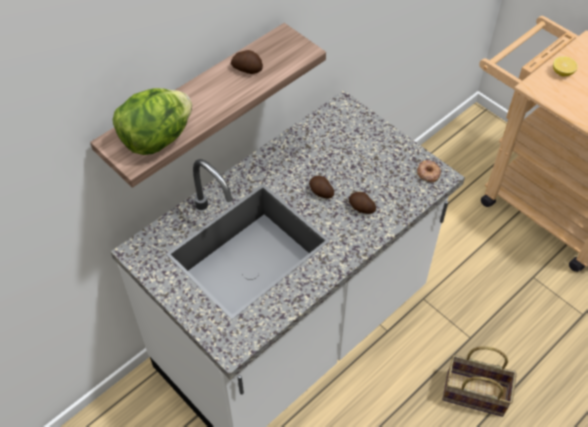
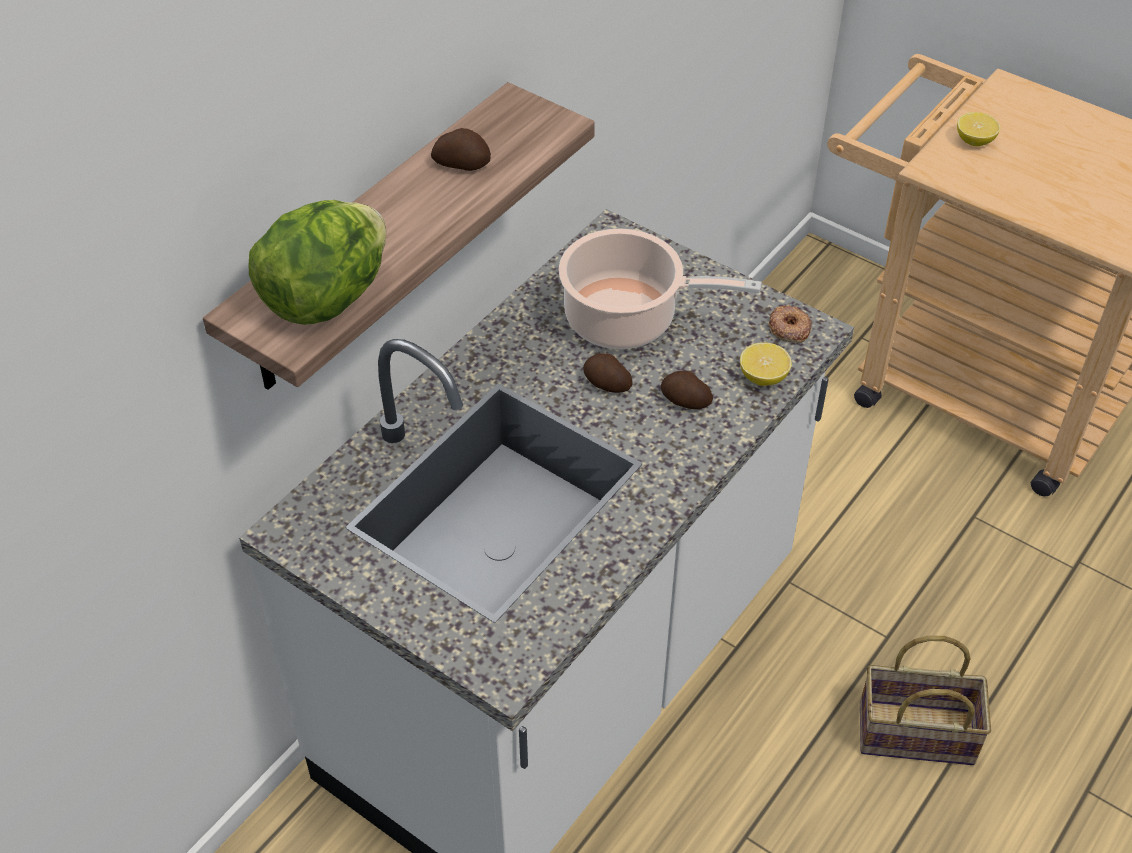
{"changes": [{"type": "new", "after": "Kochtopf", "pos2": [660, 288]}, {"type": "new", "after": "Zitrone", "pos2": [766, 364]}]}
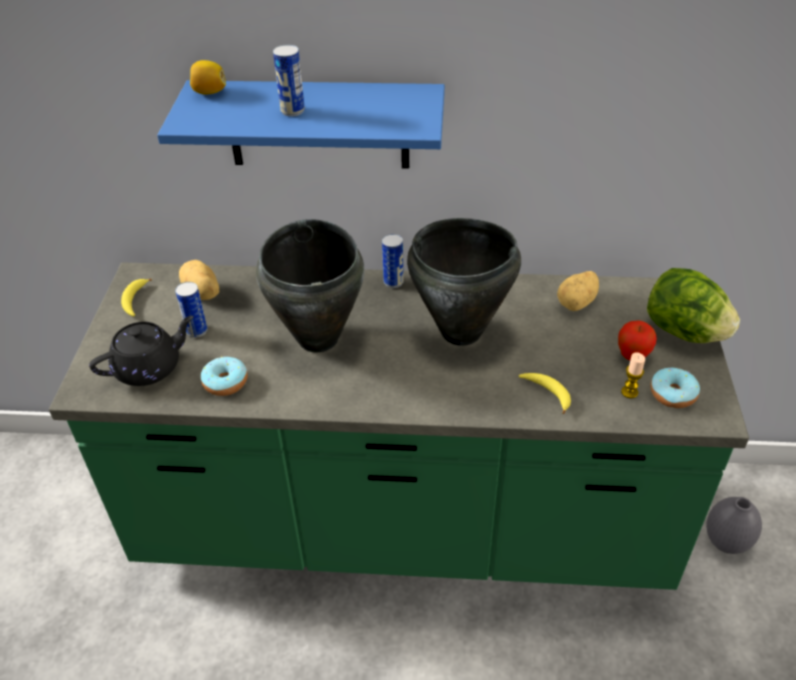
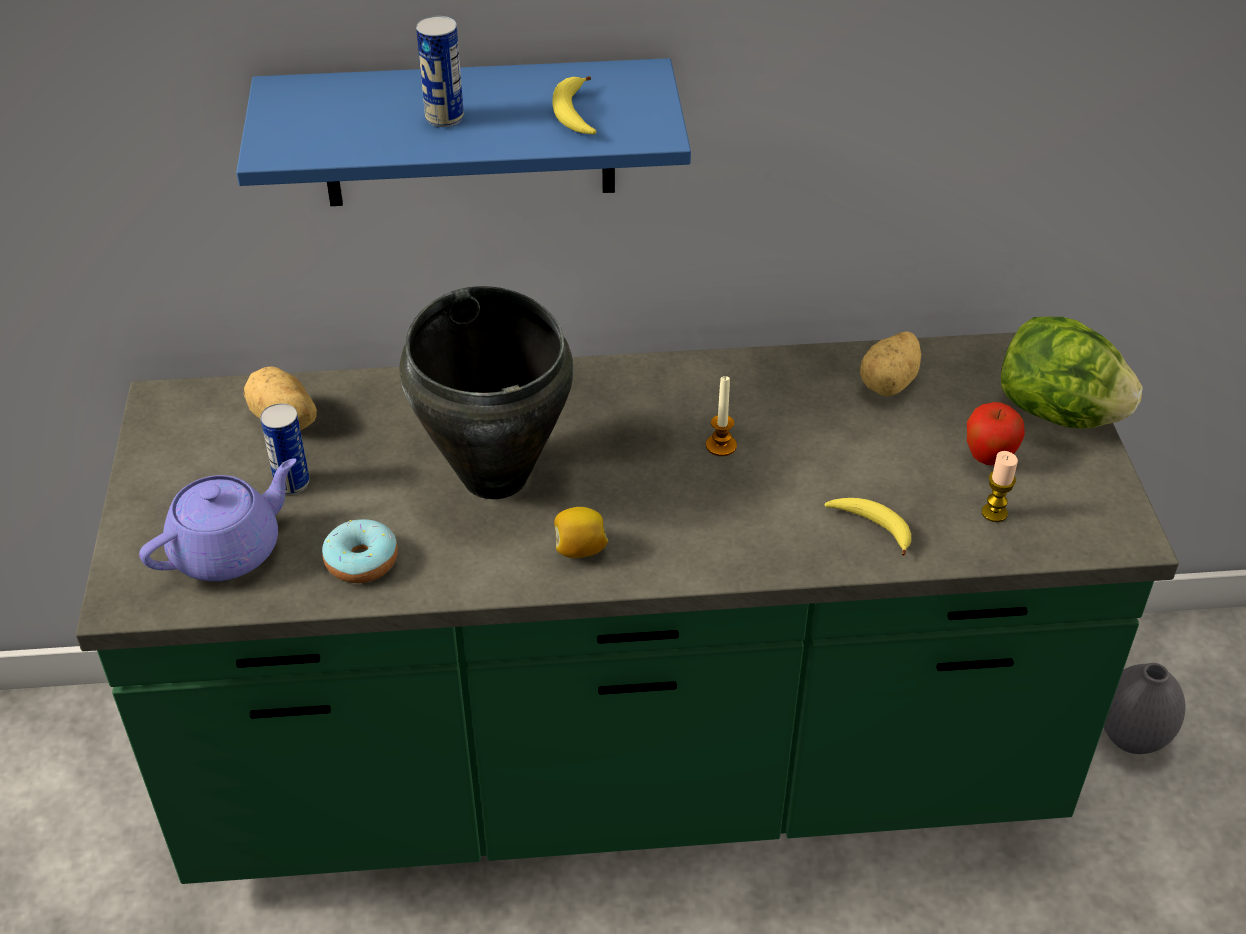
{"changes": [{"type": "shifted", "before": "Zitrone", "pos1": [208, 77], "pos2": [581, 532]}, {"type": "swapped", "before": "Kochtopf (schwarz)", "after": "Kerze", "pos1": [464, 282], "pos2": [721, 415]}, {"type": "gone", "before": "Dose", "pos1": [393, 261]}, {"type": "shifted", "before": "Banane", "pos1": [136, 297], "pos2": [574, 105]}, {"type": "repainted", "before": "Teekanne (schwarz)", "after": "Teekanne (lila)", "pos1": [141, 351], "pos2": [217, 519]}, {"type": "gone", "before": "Donut", "pos1": [675, 388]}]}
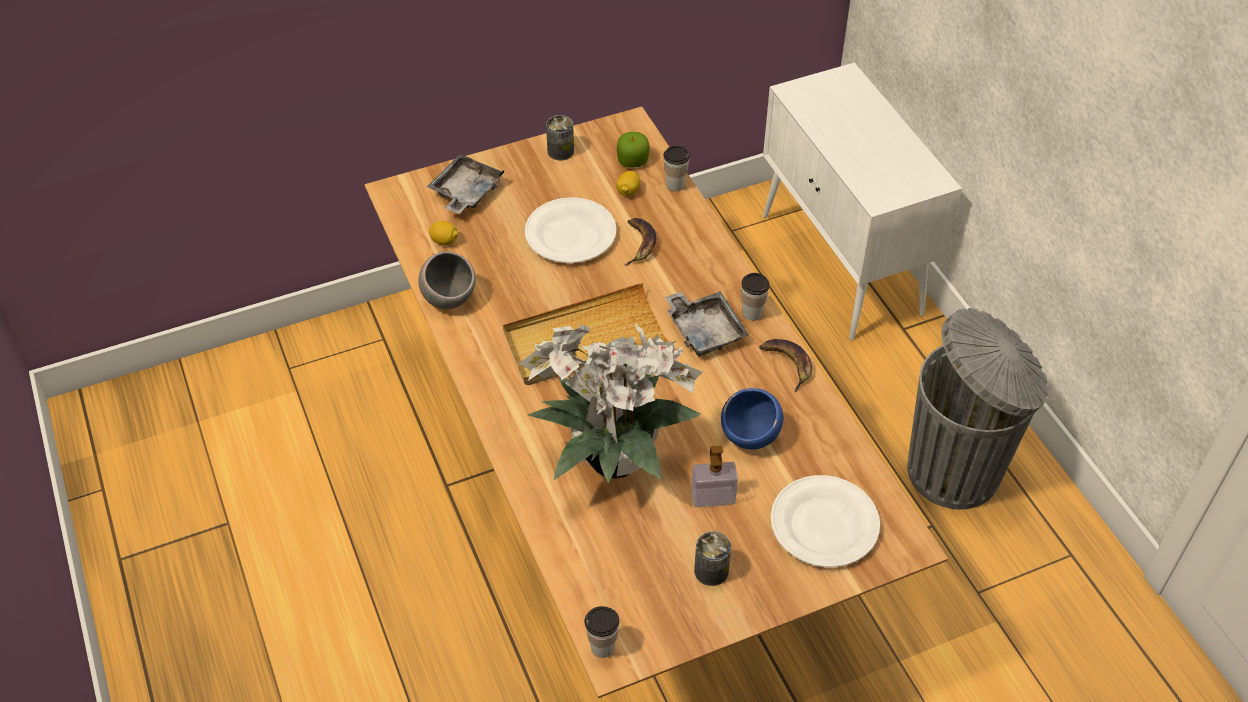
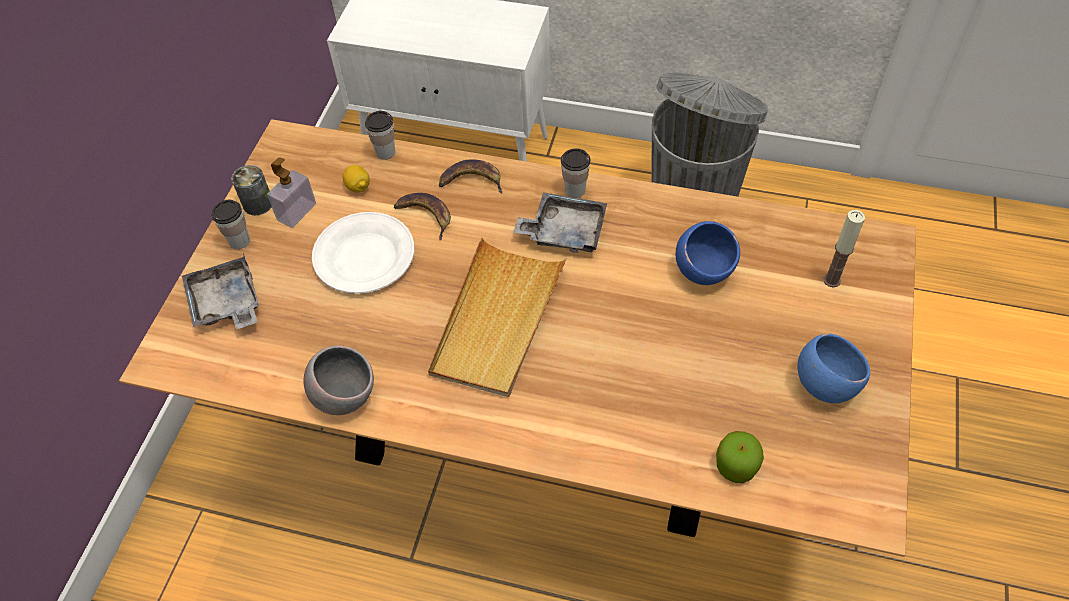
{"changes": [{"type": "shifted", "before": "Apfel", "pos1": [633, 150], "pos2": [740, 457]}, {"type": "gone", "before": "Zitrone", "pos1": [444, 233]}, {"type": "gone", "before": "Topfpflanze", "pos1": [611, 402]}, {"type": "shifted", "before": "Banane", "pos1": [785, 365], "pos2": [470, 176]}, {"type": "shifted", "before": "Seifenspender", "pos1": [714, 476], "pos2": [291, 192]}, {"type": "swapped", "before": "Teller (weiß)", "after": "Kerze", "pos1": [825, 521], "pos2": [844, 248]}, {"type": "swapped", "before": "Dose", "after": "Schüssel (blau)", "pos1": [712, 558], "pos2": [833, 368]}, {"type": "shifted", "before": "Tasse", "pos1": [602, 632], "pos2": [230, 224]}]}
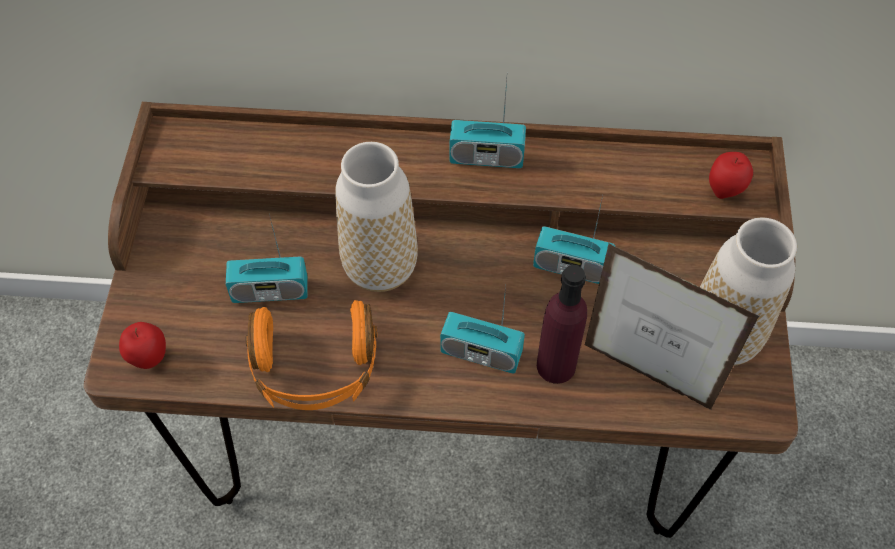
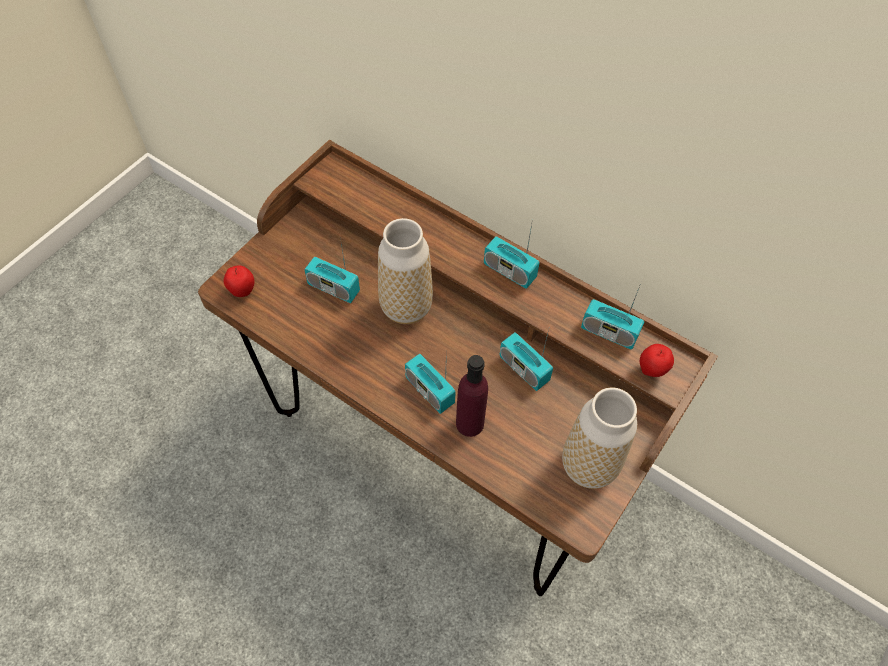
{"changes": [{"type": "gone", "before": "Bilderrahmen", "pos1": [672, 327]}, {"type": "gone", "before": "Kopfhörer (orange)", "pos1": [311, 355]}, {"type": "new", "after": "Radio", "pos2": [612, 315]}]}
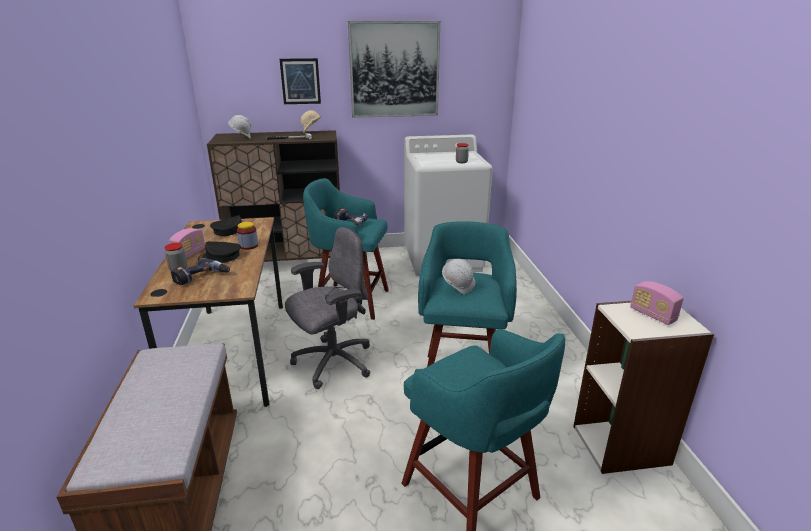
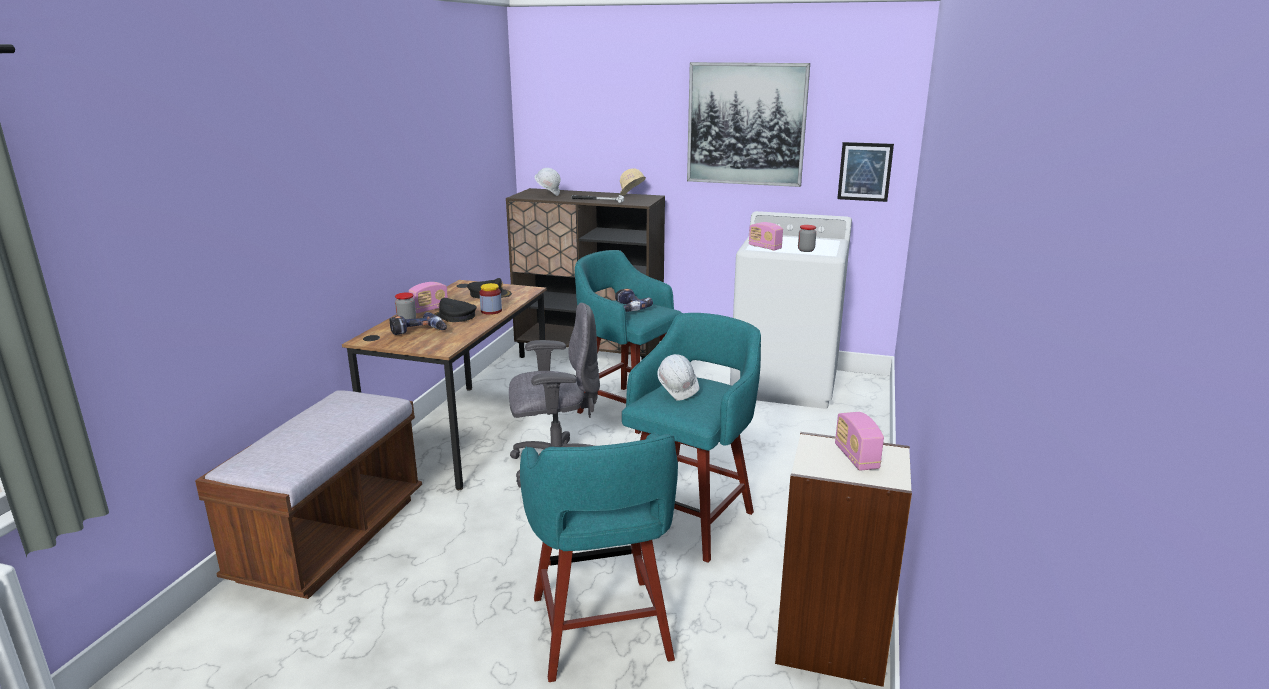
{"changes": [{"type": "shifted", "before": "Bild", "pos1": [300, 81], "pos2": [865, 172]}, {"type": "new", "after": "Radio", "pos2": [766, 236]}]}
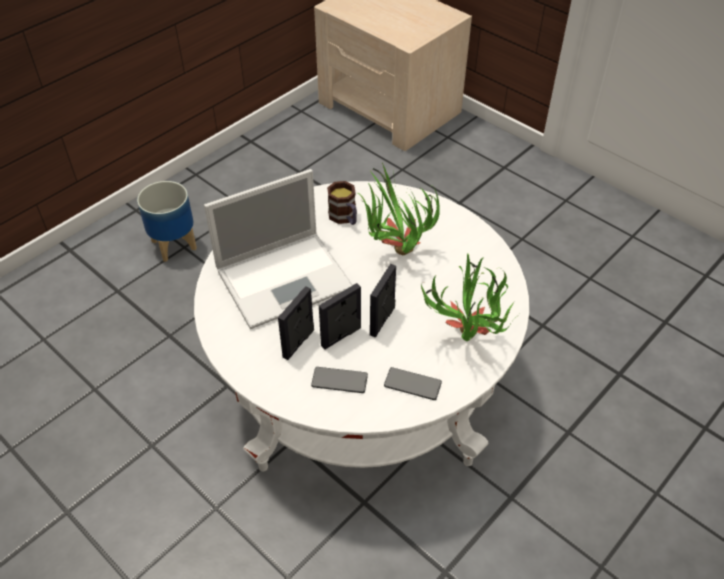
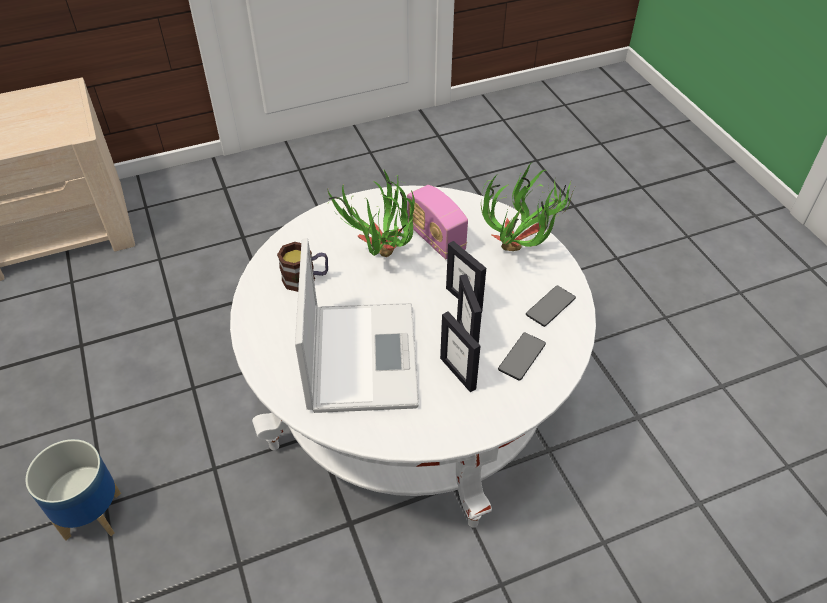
{"changes": [{"type": "new", "after": "Radio", "pos2": [437, 222]}]}
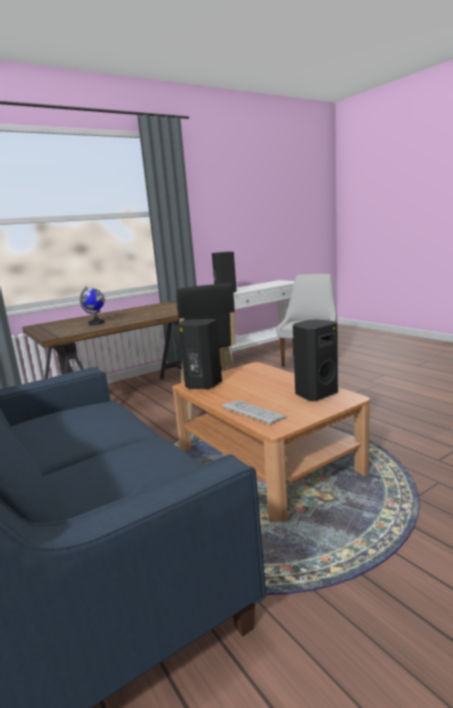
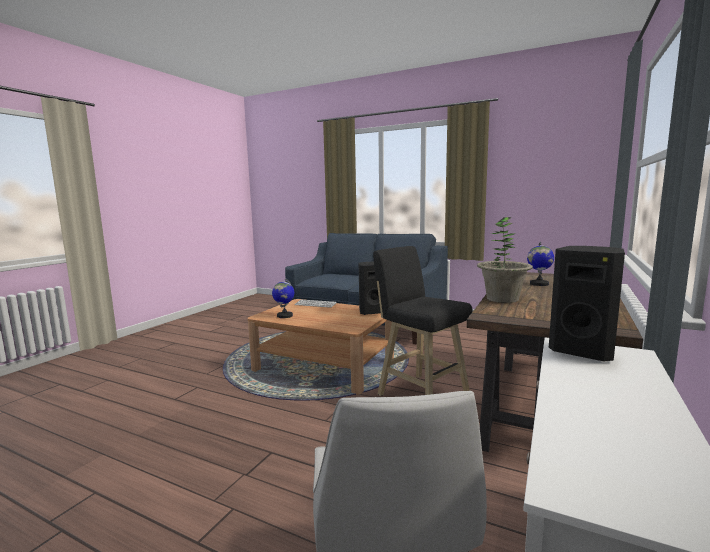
{"changes": [{"type": "swapped", "before": "Lautsprecher (schwarz)", "after": "Globus", "pos1": [315, 360], "pos2": [283, 298]}, {"type": "new", "after": "Topfpflanze", "pos2": [505, 260]}]}
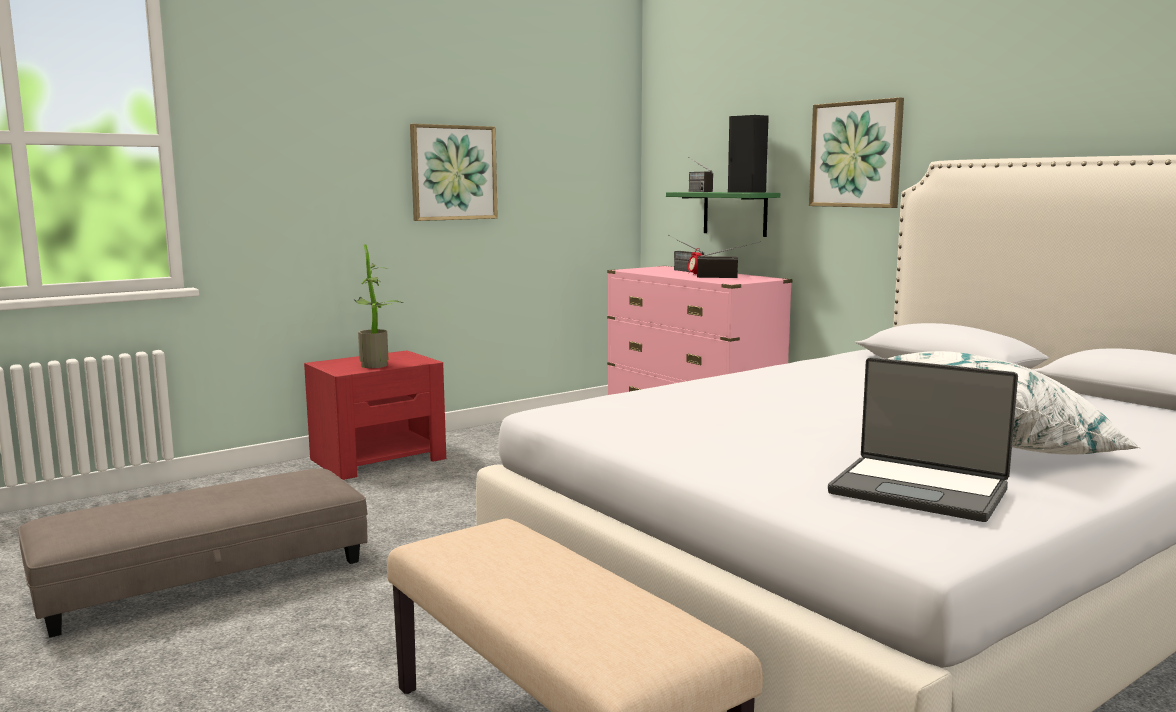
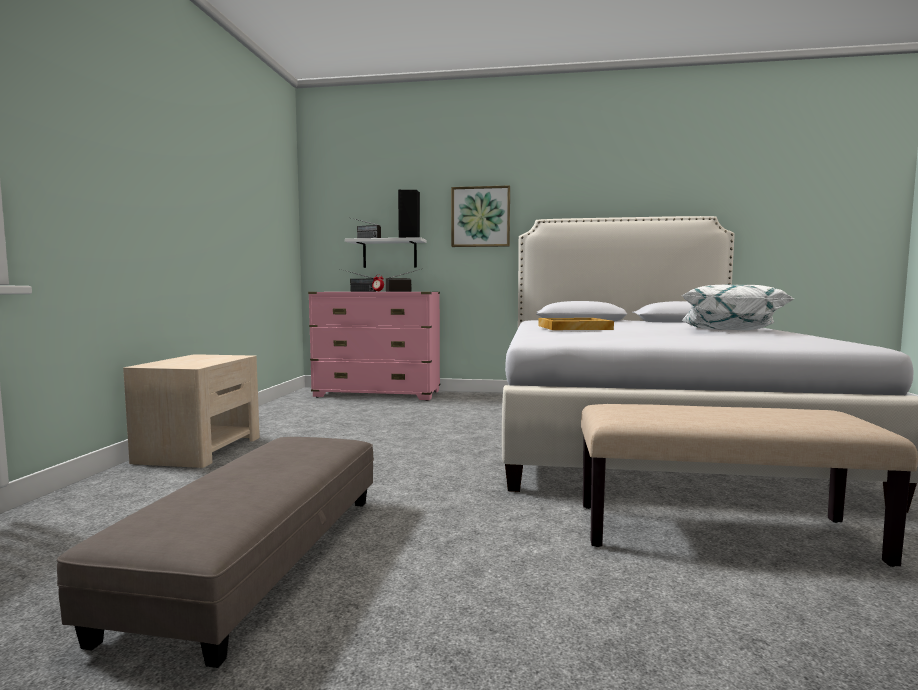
{"changes": [{"type": "gone", "before": "Bild", "pos1": [454, 172]}, {"type": "repainted", "before": "Wandregal (grün)", "after": "Wandregal (weiß)", "pos1": [723, 214], "pos2": [385, 252]}, {"type": "gone", "before": "Topfpflanze", "pos1": [379, 306]}, {"type": "repainted", "before": "Nachttisch (rot)", "after": "Nachttisch (beige)", "pos1": [375, 415], "pos2": [191, 411]}, {"type": "gone", "before": "Laptop", "pos1": [923, 439]}, {"type": "new", "after": "Tablett (beige)", "pos2": [576, 324]}]}
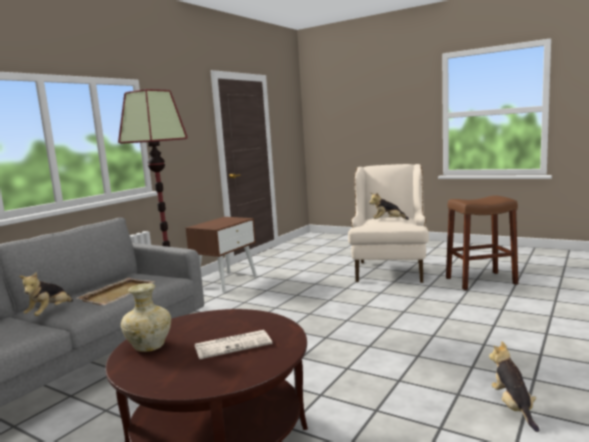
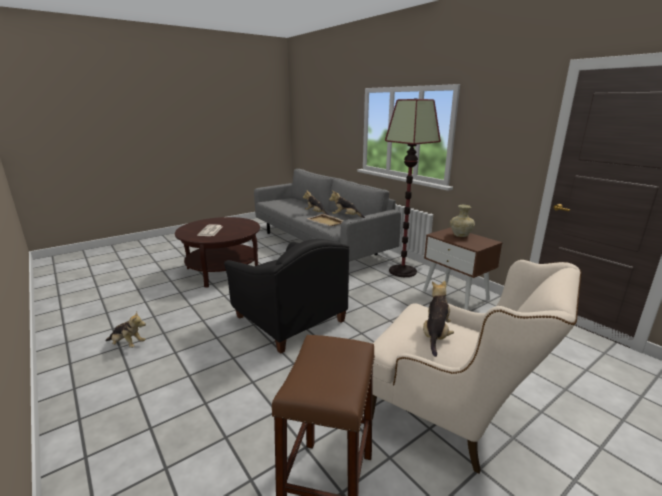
{"changes": [{"type": "shifted", "before": "Vase (beige)", "pos1": [146, 317], "pos2": [462, 221]}, {"type": "new", "after": "Plüschtier", "pos2": [347, 204]}, {"type": "new", "after": "Sessel (schwarz)", "pos2": [286, 296]}]}
